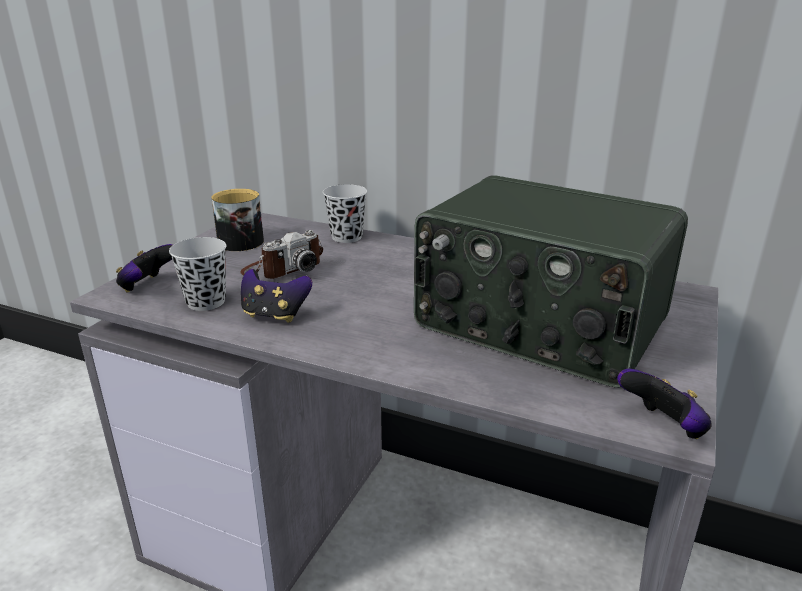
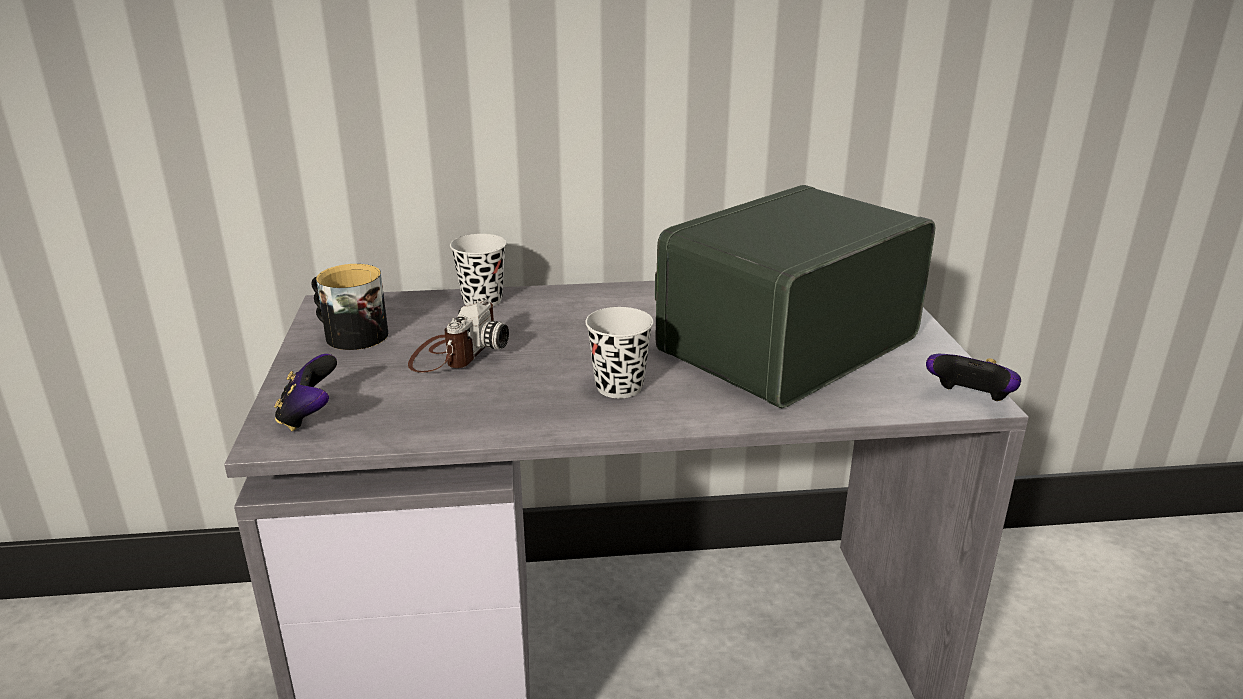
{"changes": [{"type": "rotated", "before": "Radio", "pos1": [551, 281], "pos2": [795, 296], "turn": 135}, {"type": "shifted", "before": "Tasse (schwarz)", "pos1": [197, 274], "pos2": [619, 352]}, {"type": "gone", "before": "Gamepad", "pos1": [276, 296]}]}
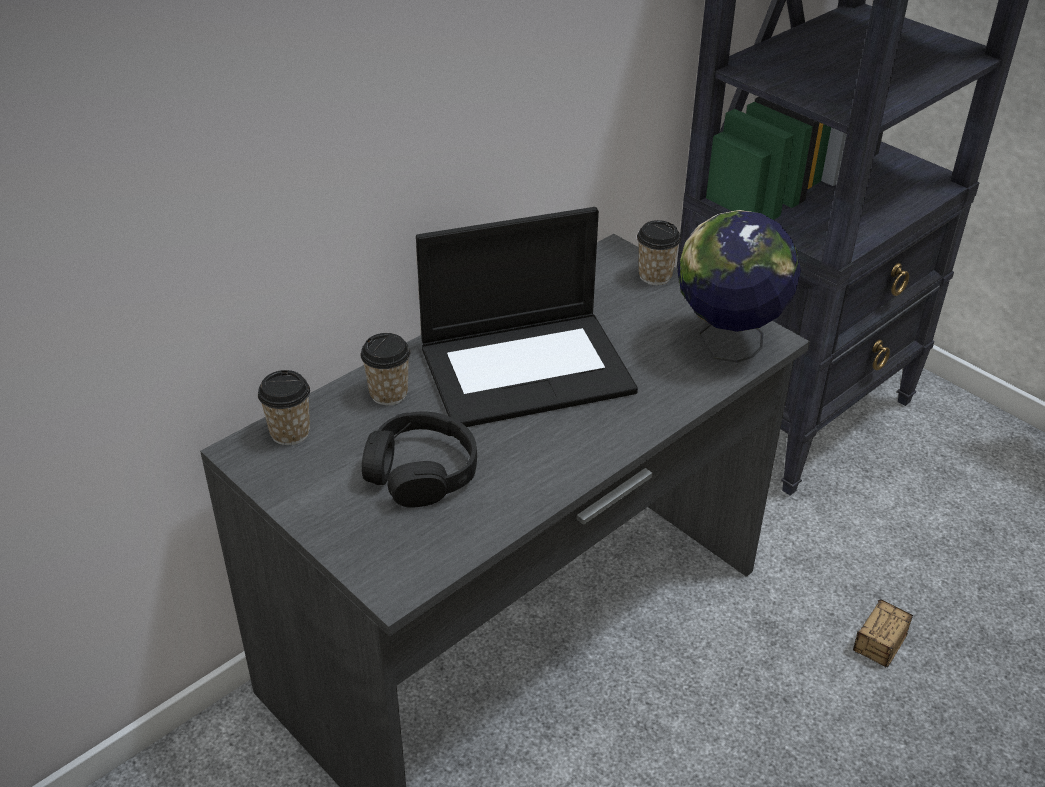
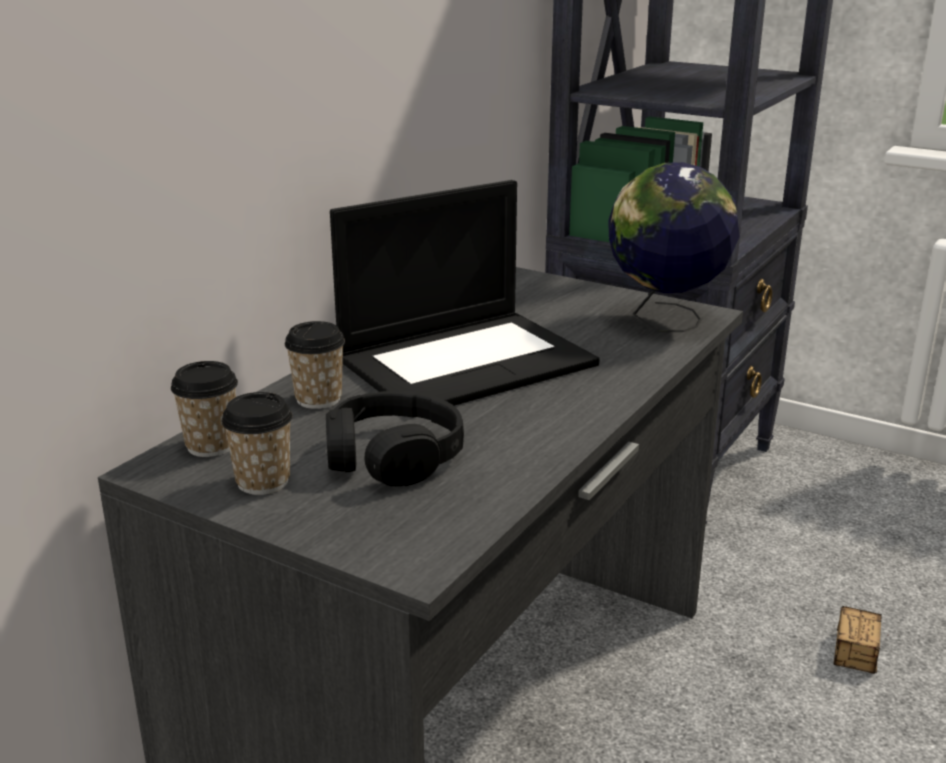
{"changes": [{"type": "shifted", "before": "Tasse", "pos1": [659, 252], "pos2": [257, 443]}]}
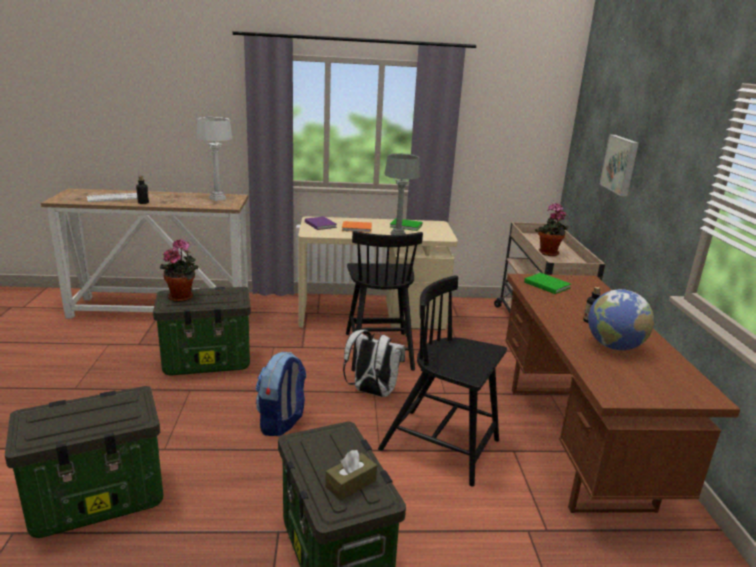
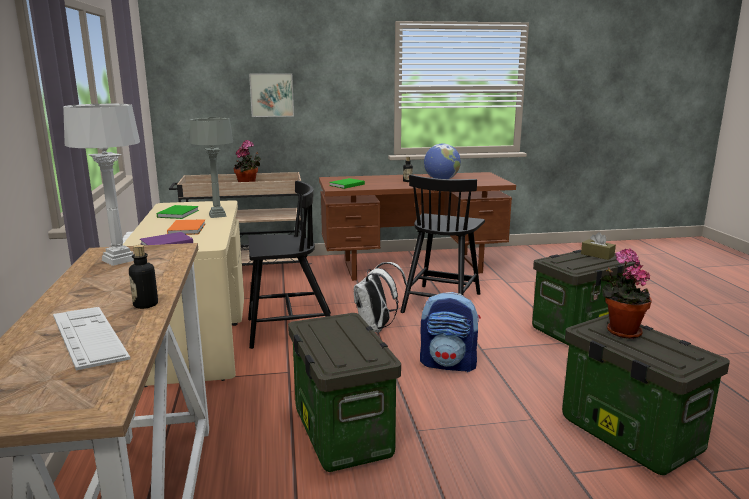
{"changes": [{"type": "shifted", "before": "Topfpflanze", "pos1": [179, 270], "pos2": [626, 293]}]}
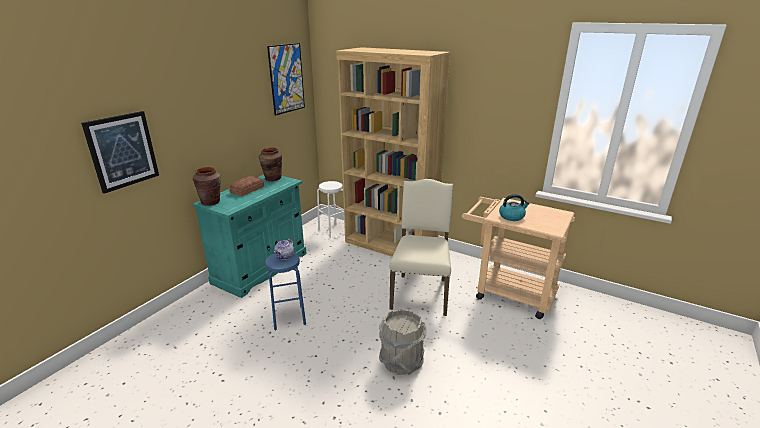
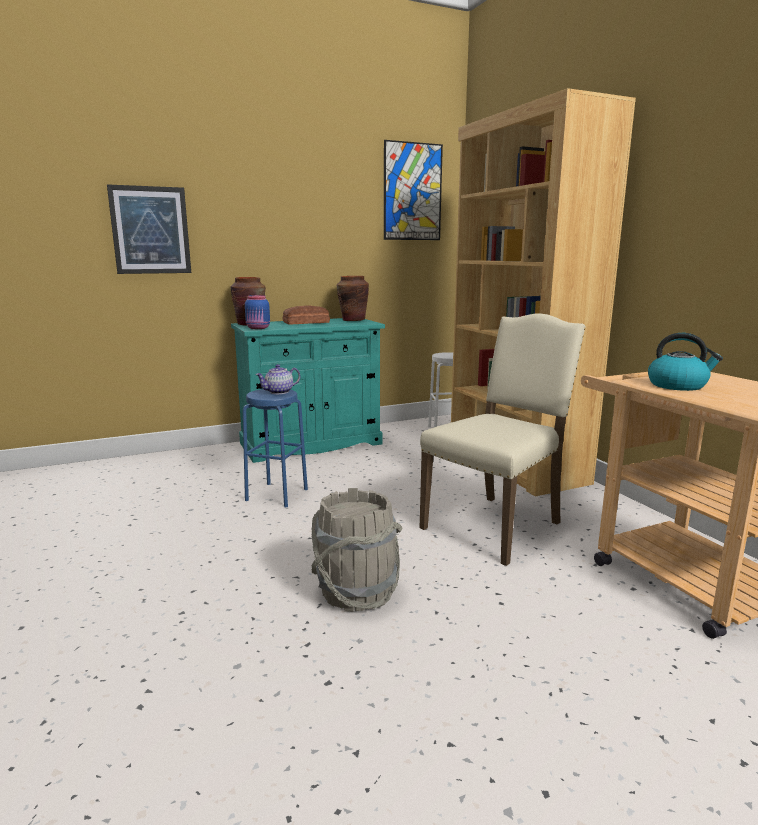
{"changes": [{"type": "new", "after": "Vorratsglas (blau)", "pos2": [257, 312]}]}
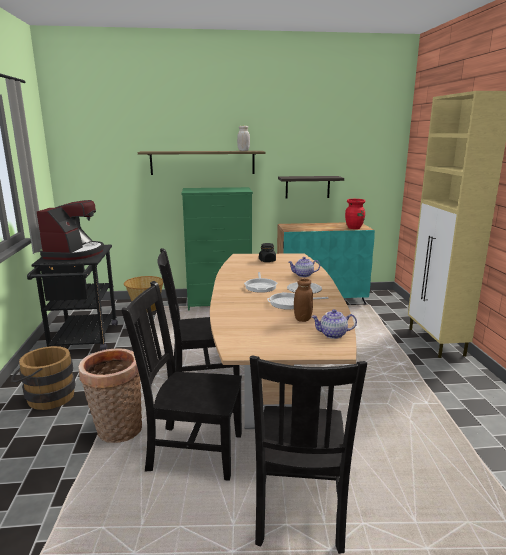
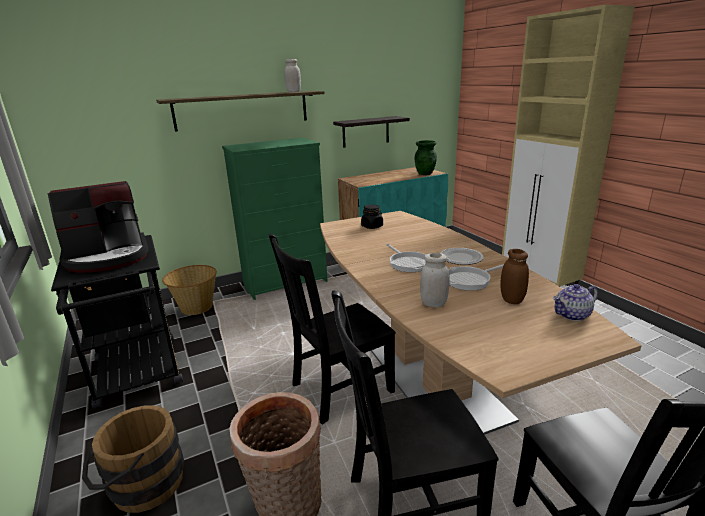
{"changes": [{"type": "repainted", "before": "Vase (rot)", "after": "Vase (grün)", "pos1": [355, 214], "pos2": [426, 157]}, {"type": "rotated", "before": "Kaffeemaschine", "pos1": [70, 230], "pos2": [98, 227], "turn": 75}, {"type": "gone", "before": "Teekanne", "pos1": [304, 267]}, {"type": "new", "after": "Vorratsglas (weiß)", "pos2": [434, 280]}]}
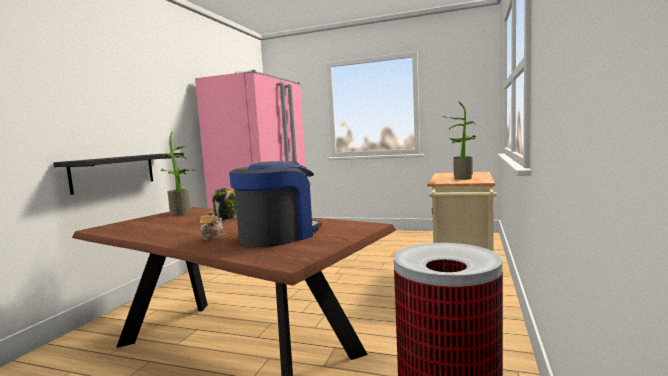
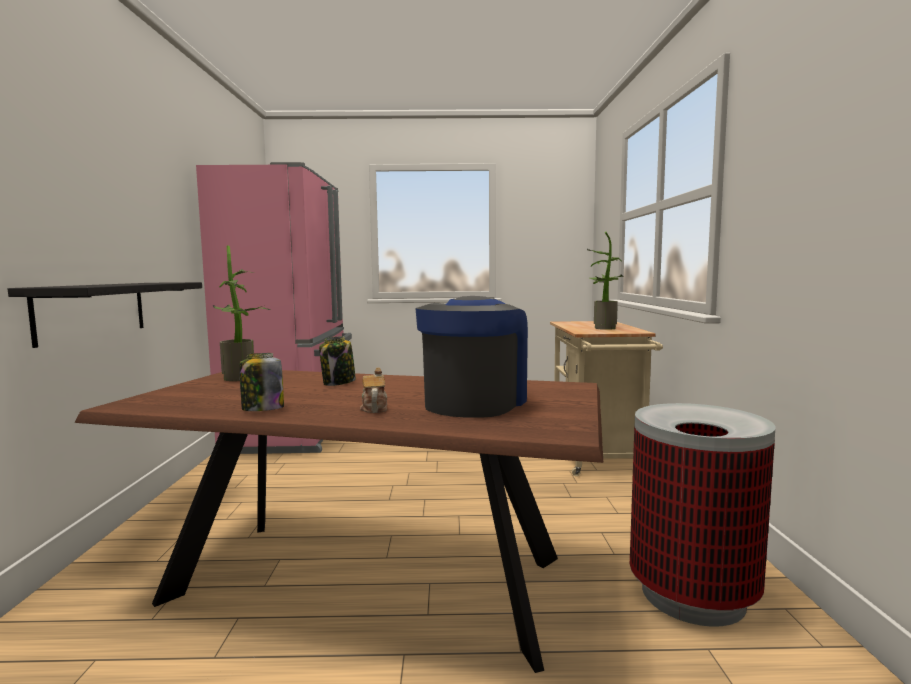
{"changes": [{"type": "new", "after": "Vorratsglas", "pos2": [261, 382]}]}
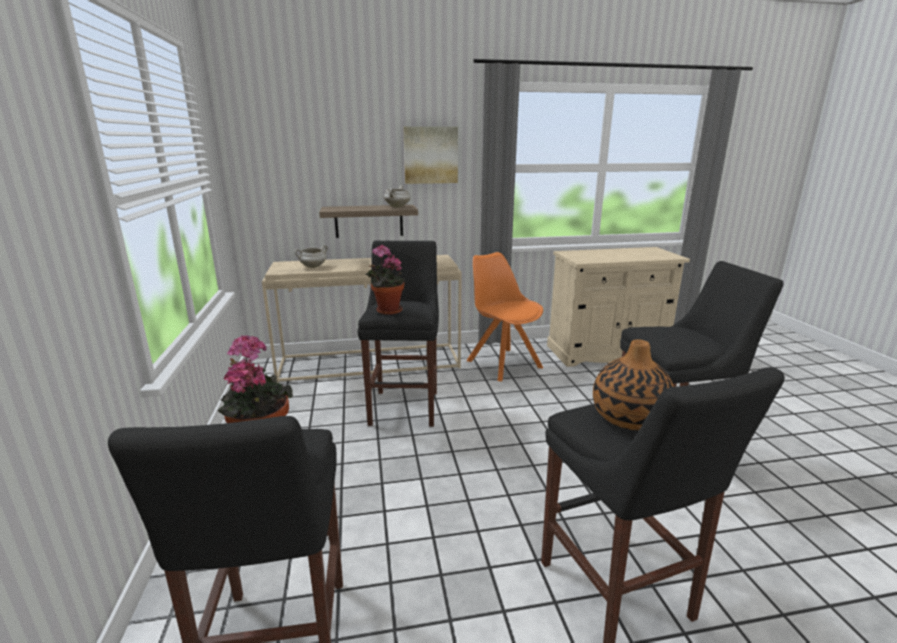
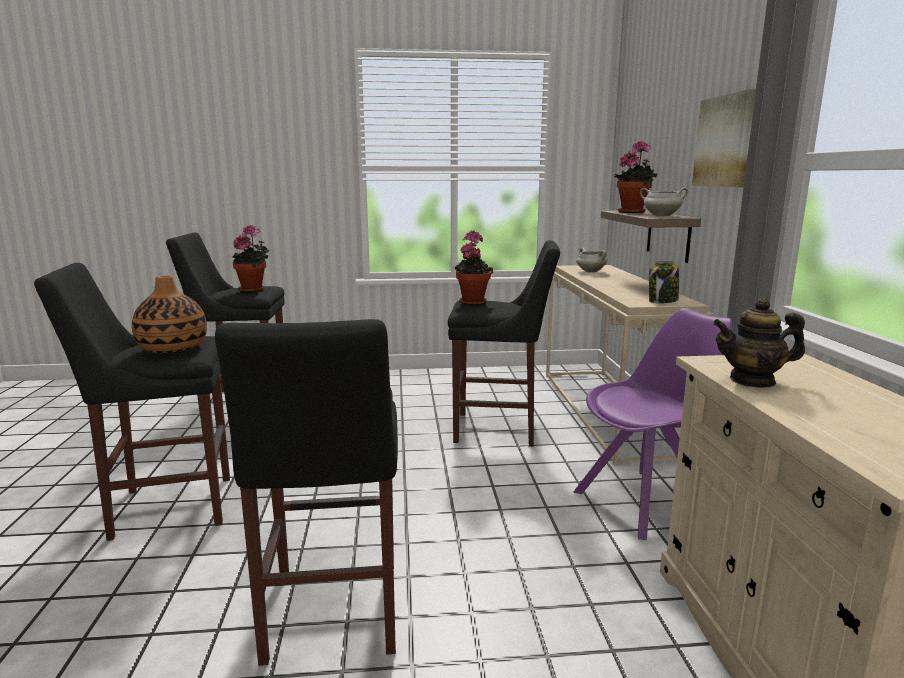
{"changes": [{"type": "repainted", "before": "Stuhl (orange)", "after": "Stuhl (lila)", "pos1": [505, 317], "pos2": [652, 424]}, {"type": "new", "after": "Topfpflanze", "pos2": [635, 177]}, {"type": "new", "after": "Vorratsglas", "pos2": [664, 282]}, {"type": "new", "after": "Teekanne", "pos2": [759, 343]}]}
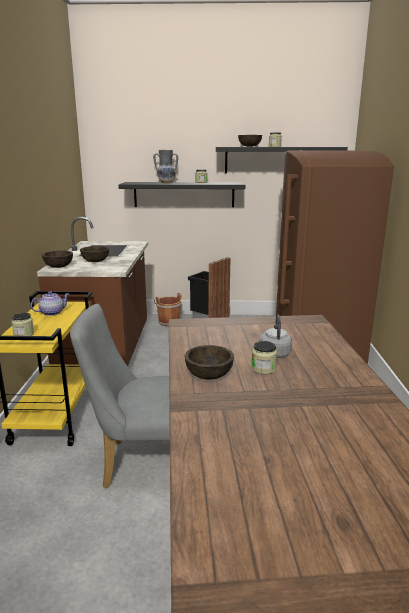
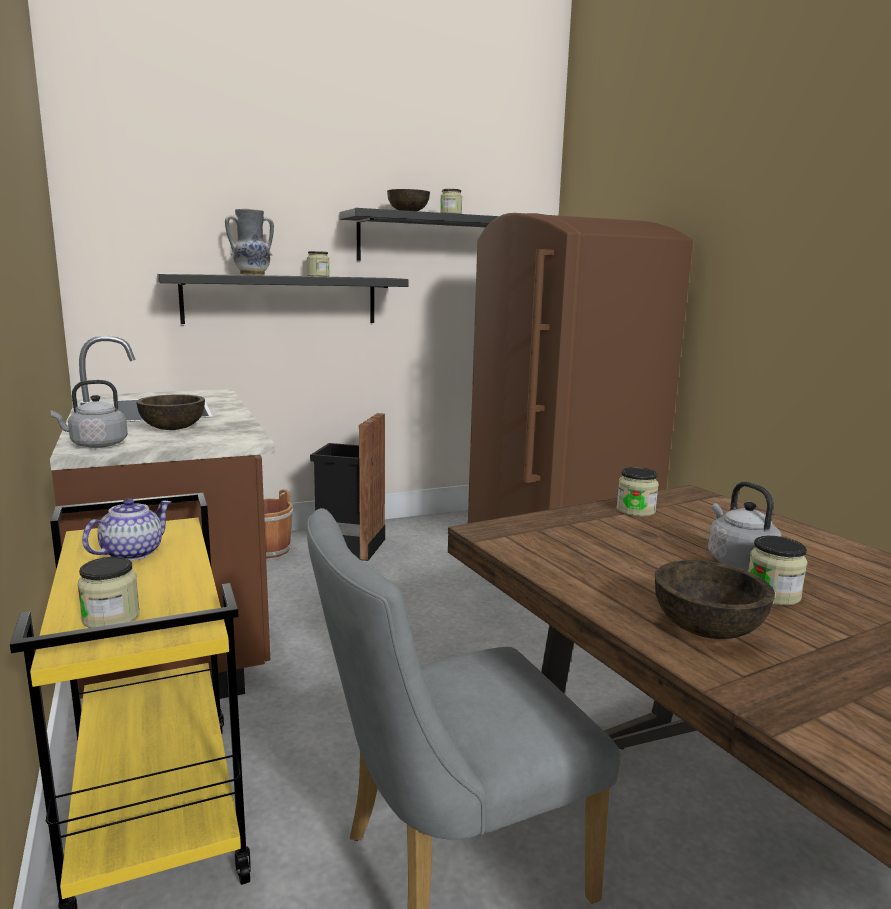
{"changes": [{"type": "swapped", "before": "Schüssel (braun)", "after": "Wasserkessel (grau)", "pos1": [57, 259], "pos2": [89, 414]}, {"type": "new", "after": "Vorratsglas", "pos2": [638, 492]}]}
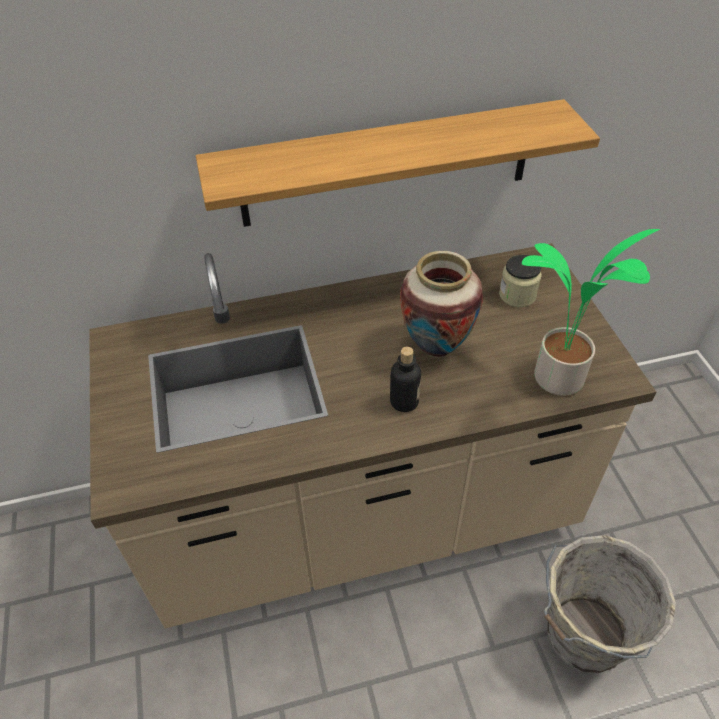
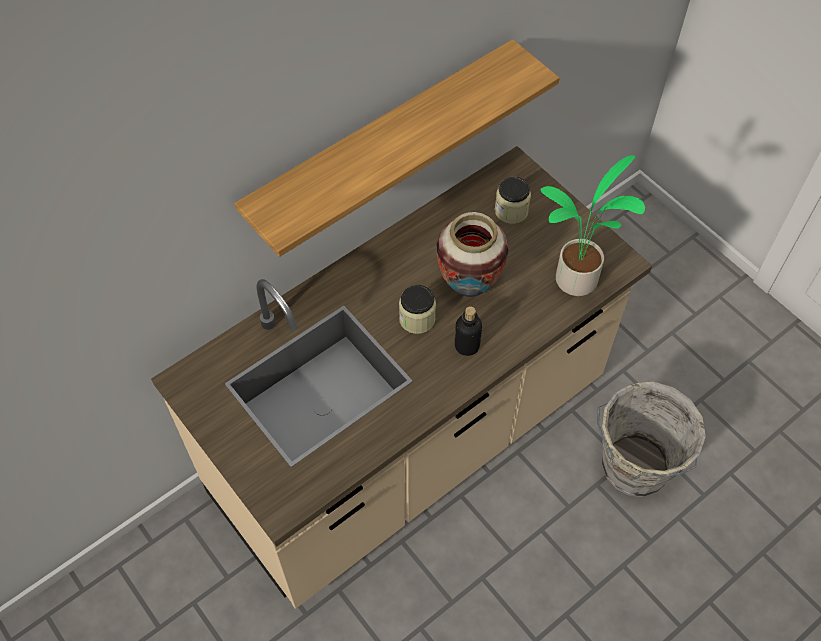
{"changes": [{"type": "new", "after": "Vorratsglas", "pos2": [417, 309]}]}
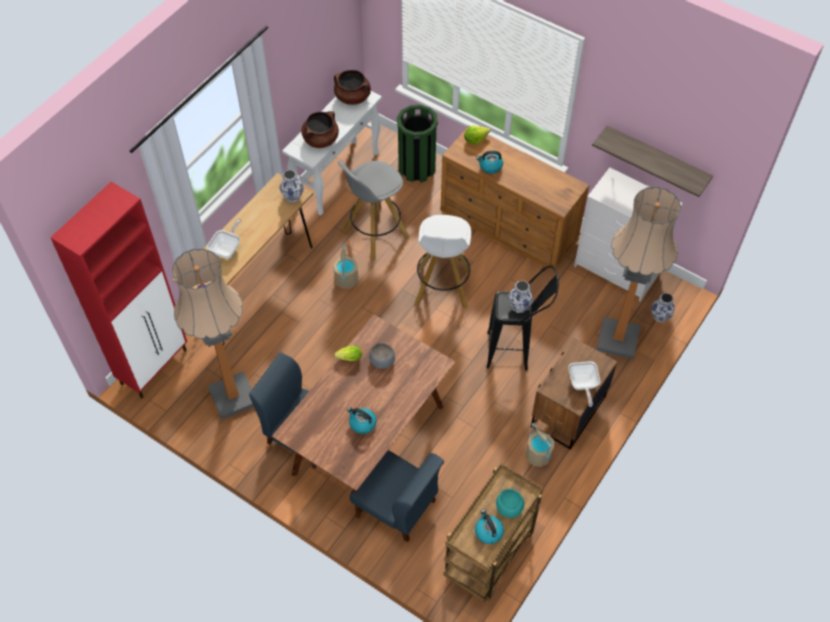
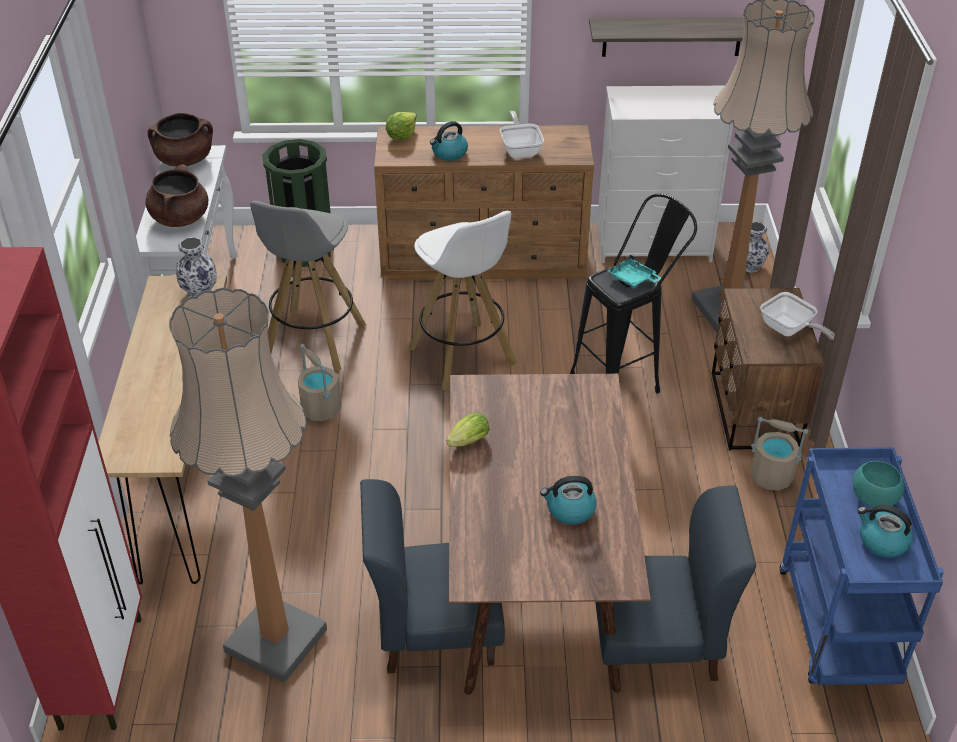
{"changes": [{"type": "shifted", "before": "Pfanne", "pos1": [224, 238], "pos2": [522, 134]}, {"type": "swapped", "before": "Vase", "after": "Tablett (türkis)", "pos1": [520, 297], "pos2": [634, 271]}, {"type": "gone", "before": "Schüssel (grau)", "pos1": [382, 356]}, {"type": "repainted", "before": "Rollwagen (braun)", "after": "Rollwagen (blau)", "pos1": [493, 532], "pos2": [861, 566]}]}
